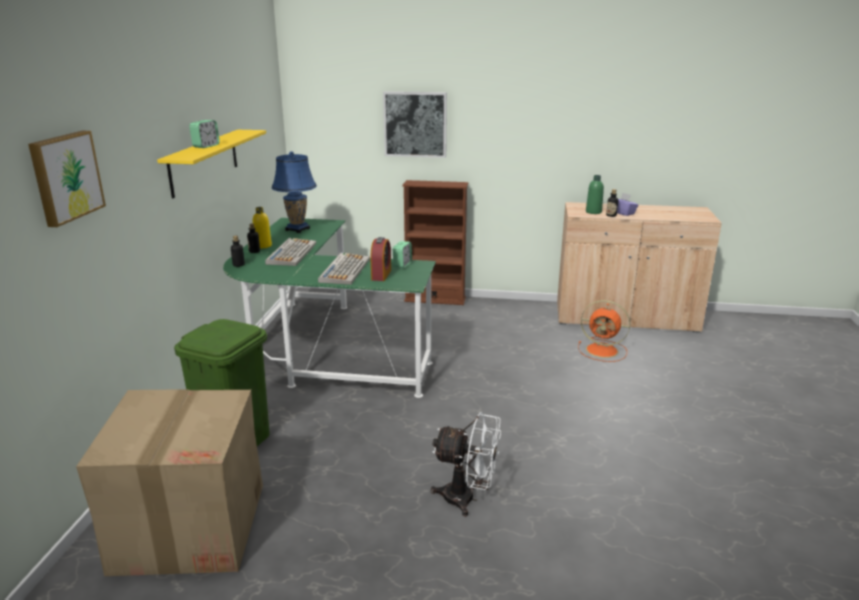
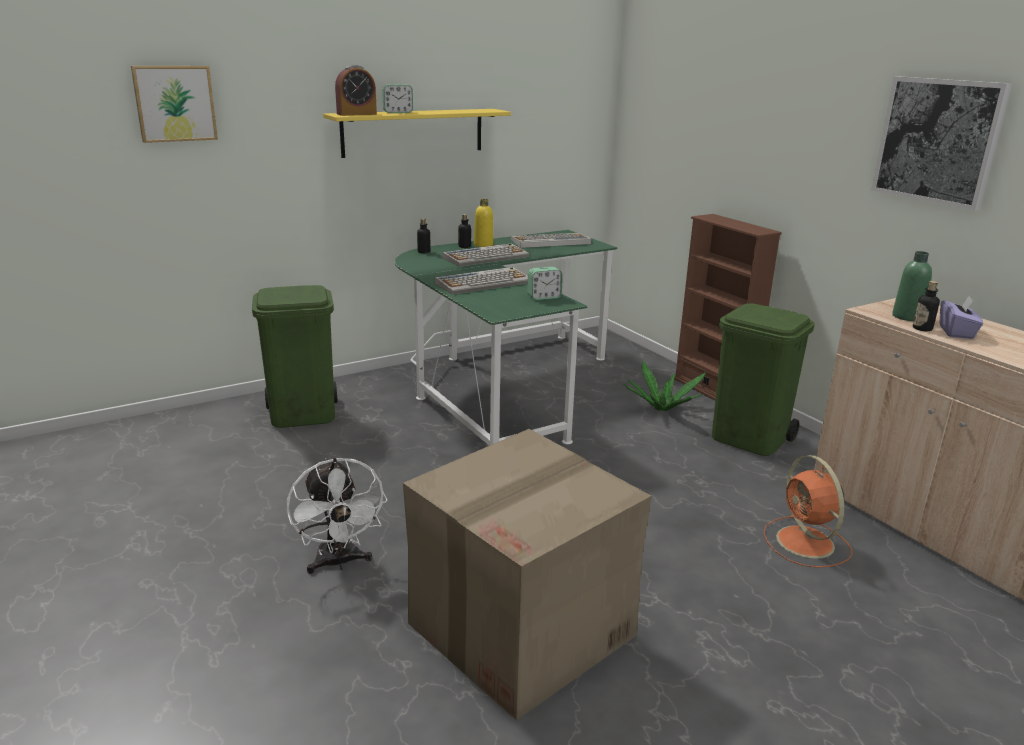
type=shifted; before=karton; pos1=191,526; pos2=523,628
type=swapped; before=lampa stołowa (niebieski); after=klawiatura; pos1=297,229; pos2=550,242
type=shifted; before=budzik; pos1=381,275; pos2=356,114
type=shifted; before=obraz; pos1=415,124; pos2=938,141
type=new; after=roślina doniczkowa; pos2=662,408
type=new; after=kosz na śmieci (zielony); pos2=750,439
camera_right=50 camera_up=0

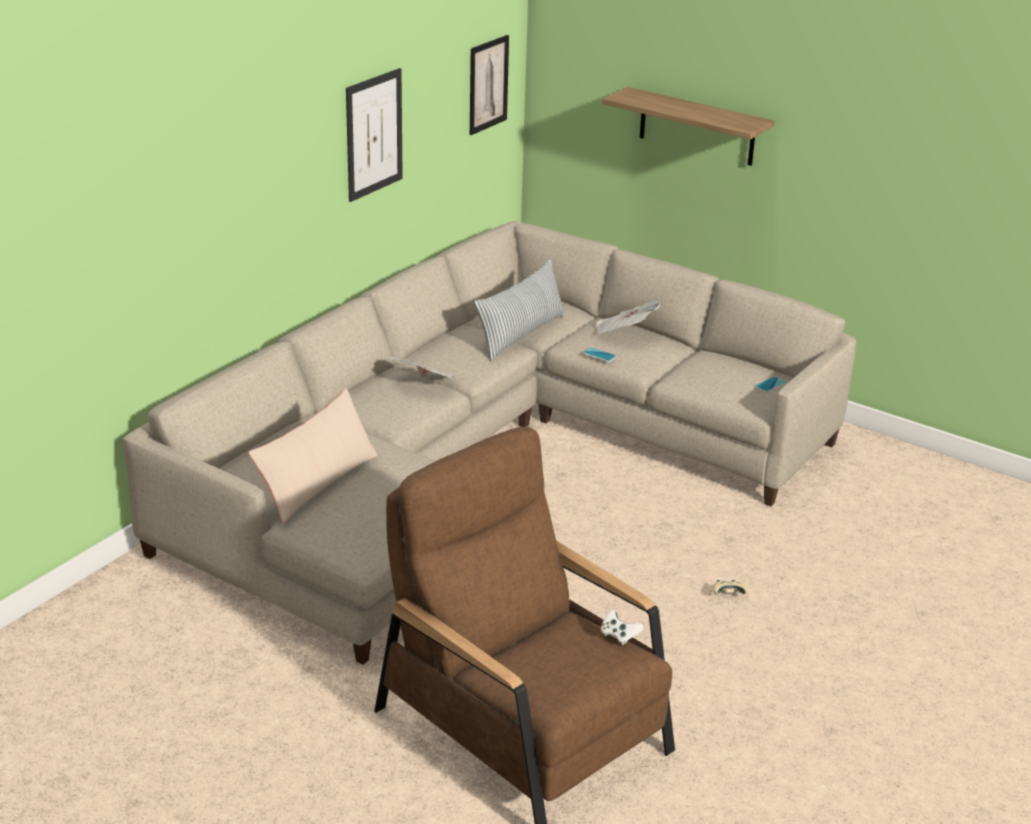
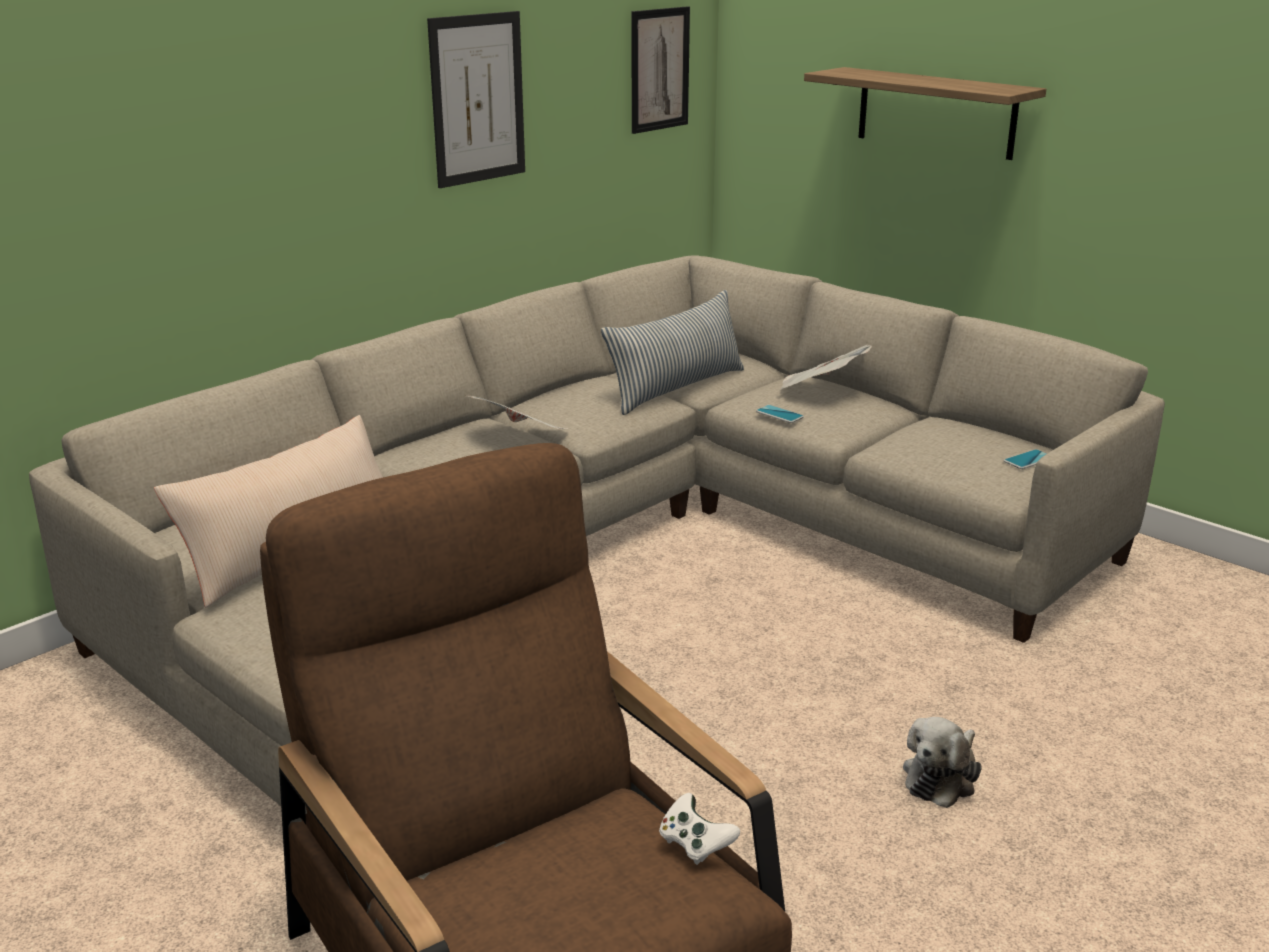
type=swapped; before=pad do gier (beżowy); after=pluszak; pos1=728,595; pos2=942,777
camera_right=10 camera_up=-5

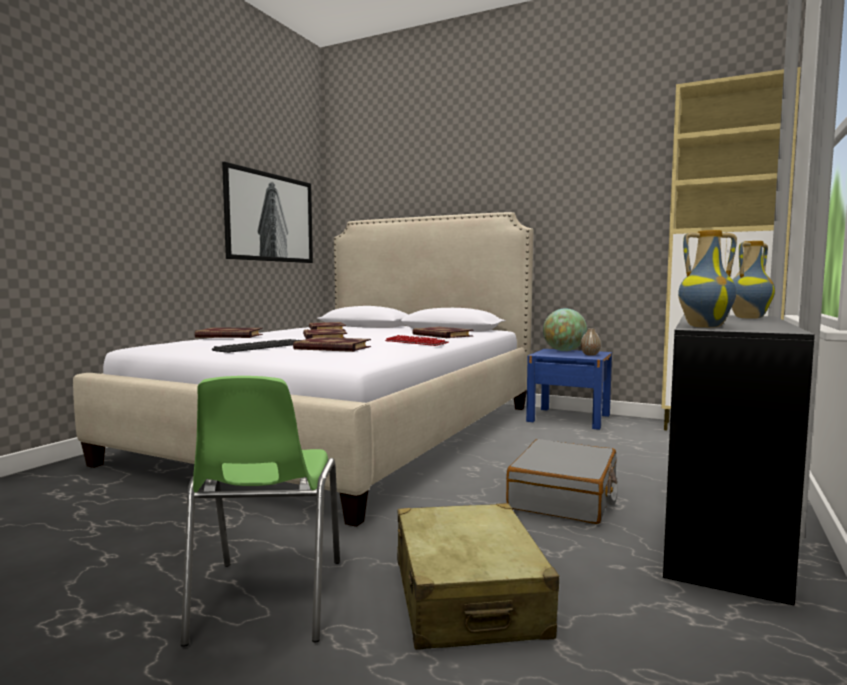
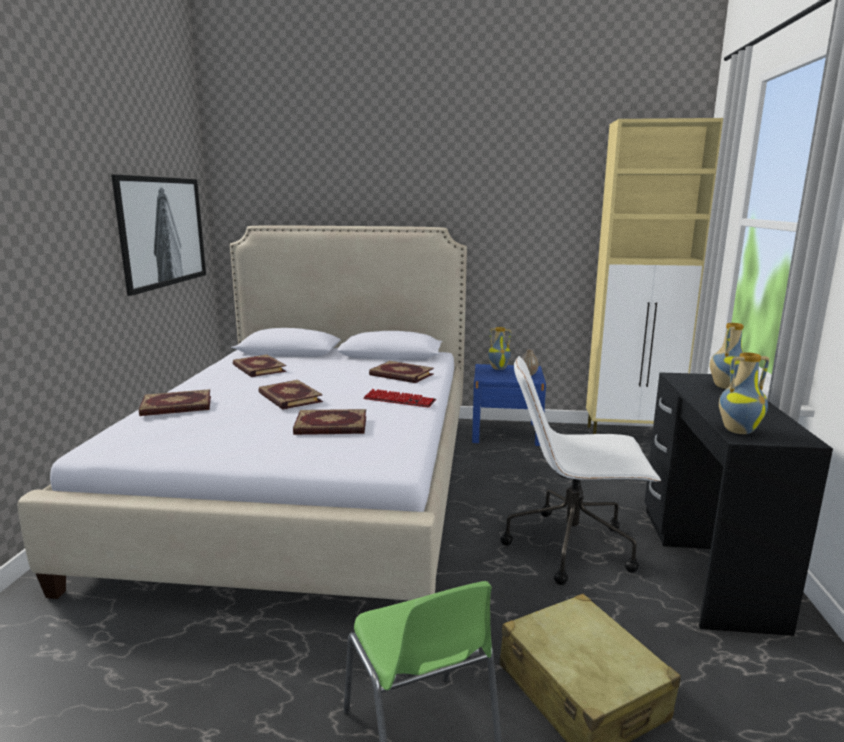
type=gone; before=klawiatura; pos1=260,347
type=swapped; before=walizka (szary); after=krzesło biurowe (biały); pos1=564,497; pos2=572,546
type=swapped; before=globus; after=wazon; pos1=564,351; pos2=498,368
camera_right=-20 camera_up=10

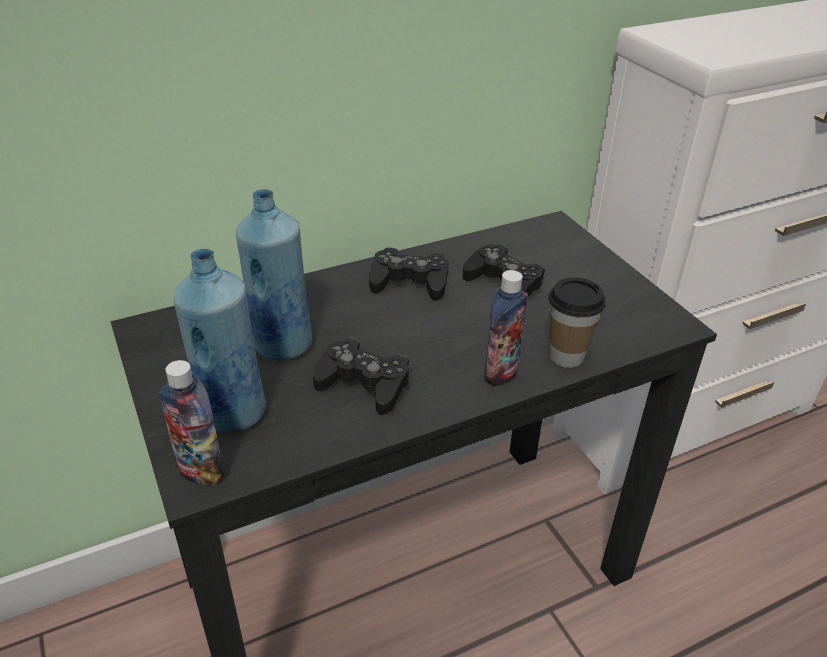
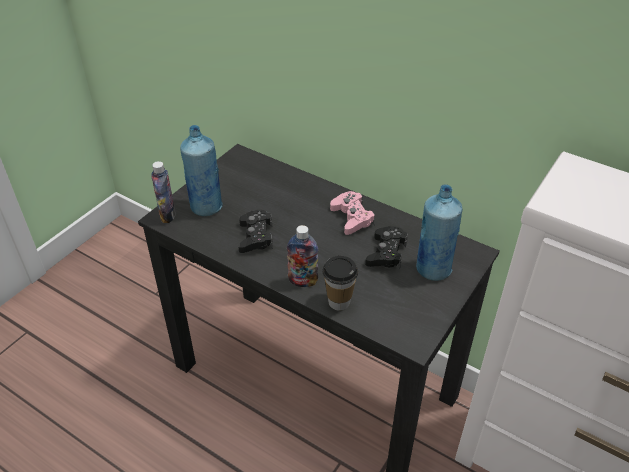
type=shifted; before=butelka (niebieski); pos1=282,345; pos2=433,269
type=repainted; before=pad do gier (czarny); after=pad do gier (różowy); pos1=409,282; pos2=352,217
camera_right=60 camera_up=5

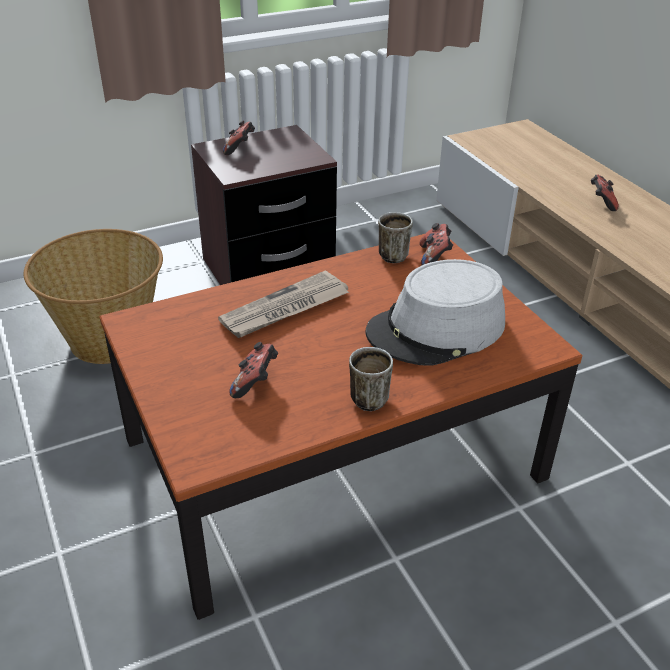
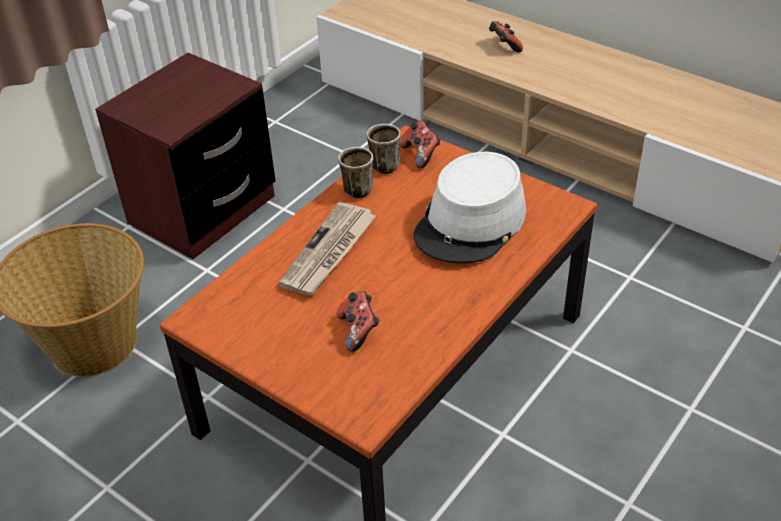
type=gone; before=pad do gier; pos1=240,149
type=shifted; before=kubek; pos1=370,396; pos2=356,187
camera_right=-25 camera_up=5

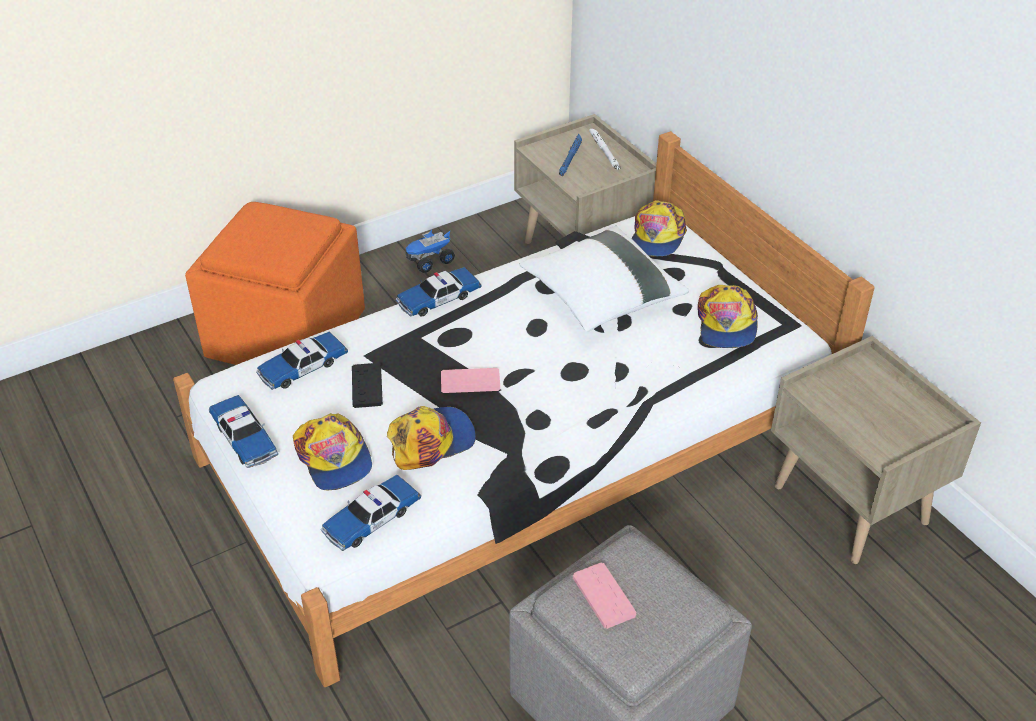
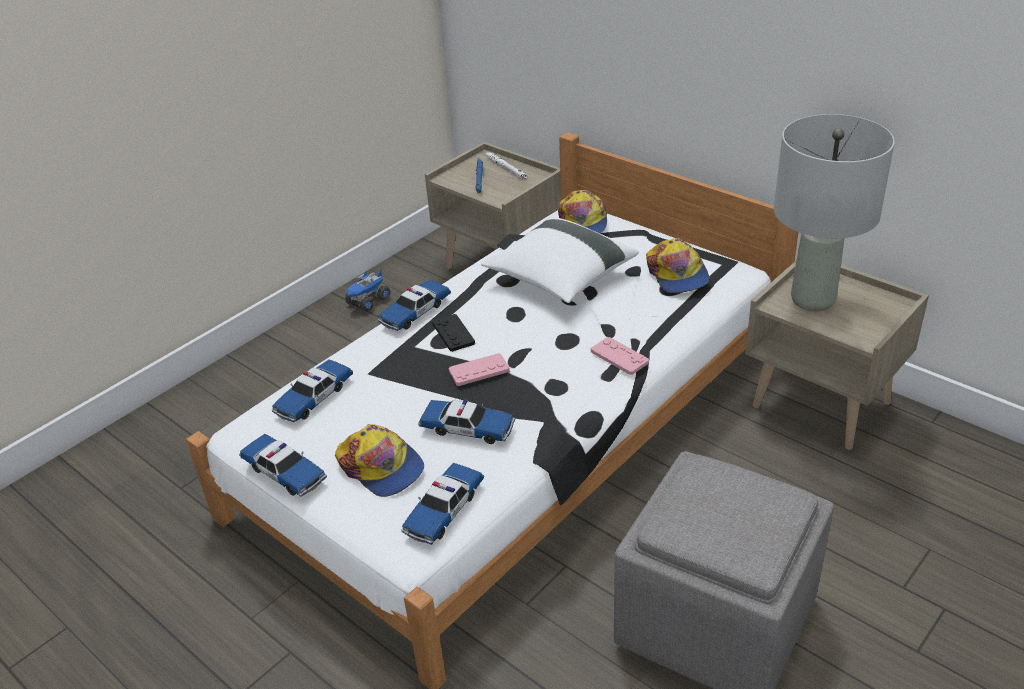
type=gone; before=pufa (pomarańczowy); pos1=288,335
type=shifted; before=pad do gier (czarny); pos1=367,386; pos2=453,333
type=swapped; before=czapka z daszkiem; after=samochodzik; pos1=431,441; pos2=467,428
type=shifted; before=pad do gier (różowy); pos1=603,596; pos2=619,357
type=new; after=lampa stołowa (szary); pos2=812,299
camera_right=-15 camera_up=-5

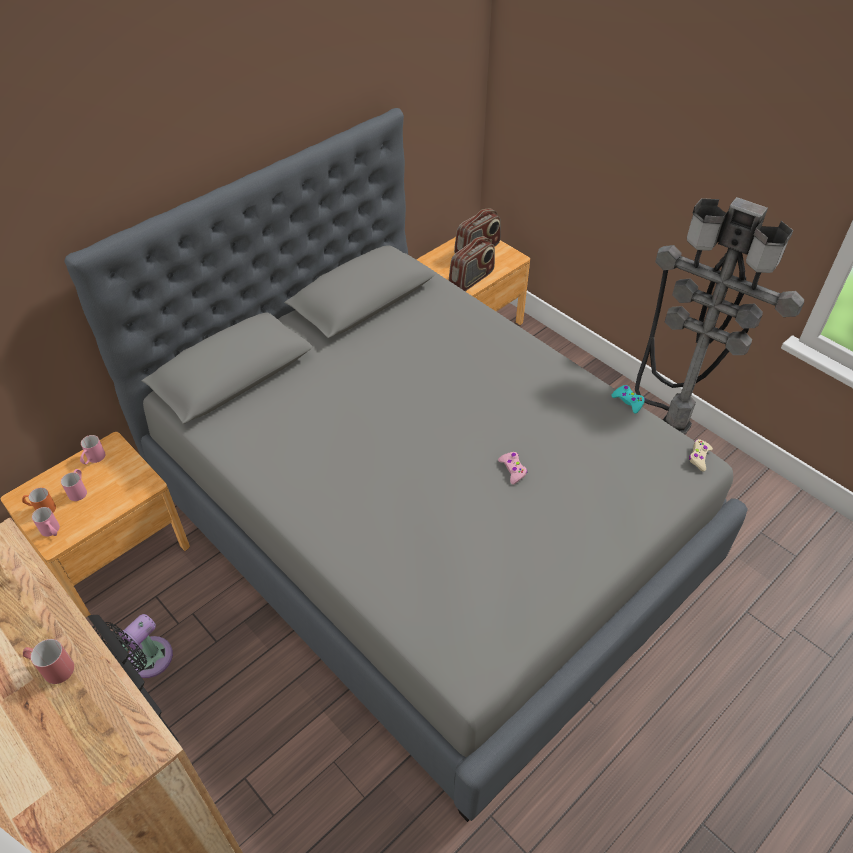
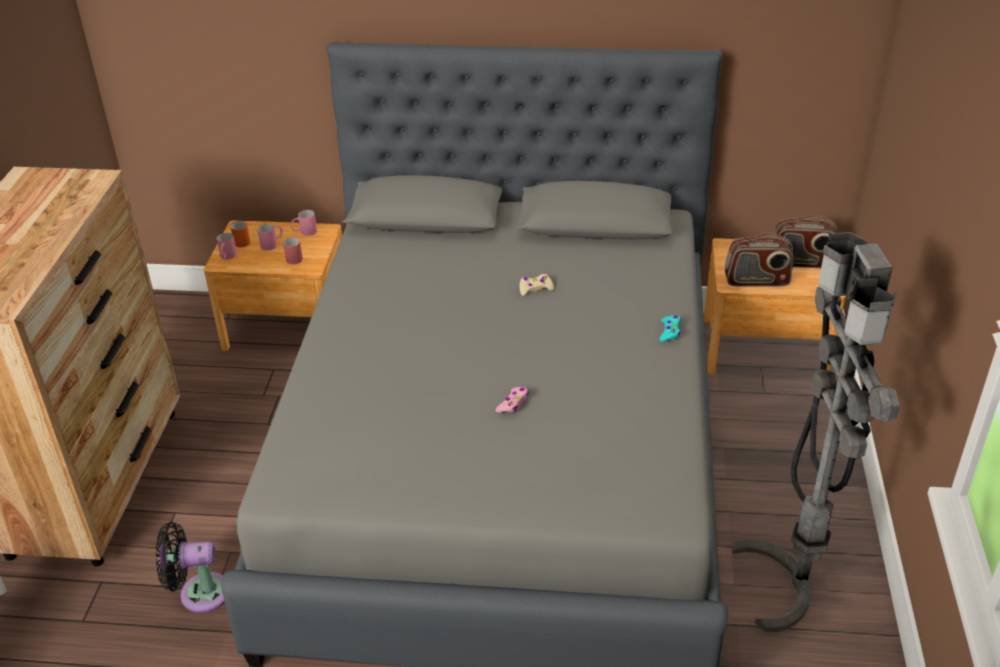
type=shifted; before=kubek (czerwony); pos1=52,668; pos2=293,257
type=shifted; before=wentylator (czarny); pos1=146,661; pos2=199,593
type=shifted; before=pad do gier (turkusowy); pos1=628,401; pos2=670,332
type=shifted; before=pad do gier (beżowy); pos1=699,457; pos2=535,288
camera_right=50 camera_up=-10

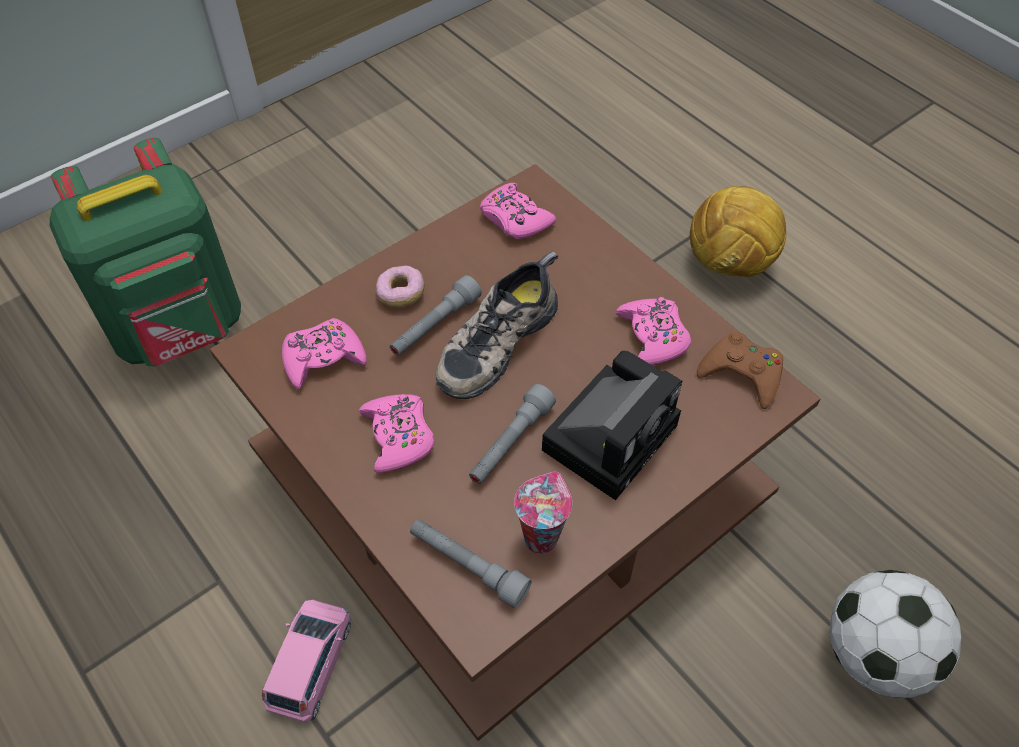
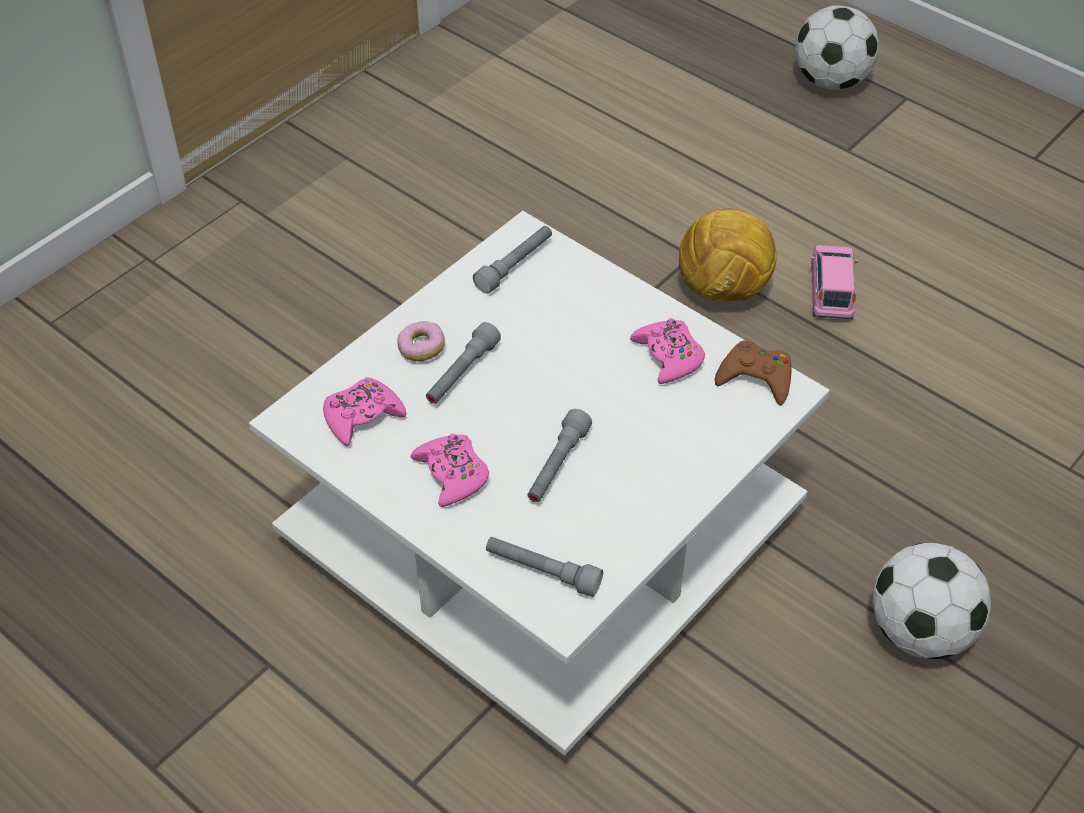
type=gone; before=plecak (zielony); pos1=181,330
type=repainted; before=ława (brązowy); after=ława (biały); pos1=515,484; pos2=548,531
type=shifted; before=samochodzik (różowy); pos1=311,664; pos2=831,291
type=gone; before=but; pos1=495,340
type=swapped; before=pad do gier (różowy); after=latarka (szary); pos1=515,219; pos2=515,265
type=gone; before=filiżanka; pos1=540,536
type=gone; before=aparat fotograficzny; pos1=612,433
type=new; after=piłka futbolowa; pos2=831,81
camera_right=-10 camera_up=-5

